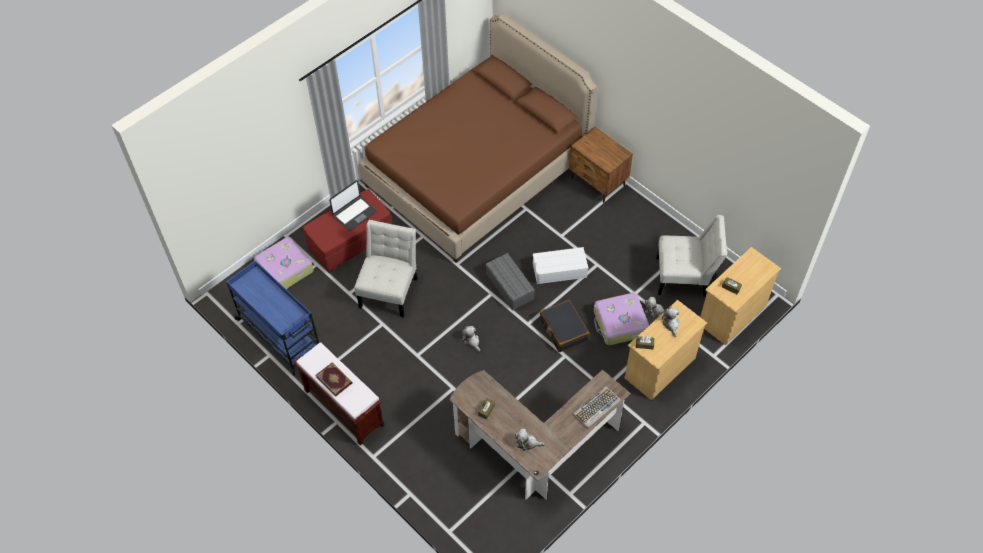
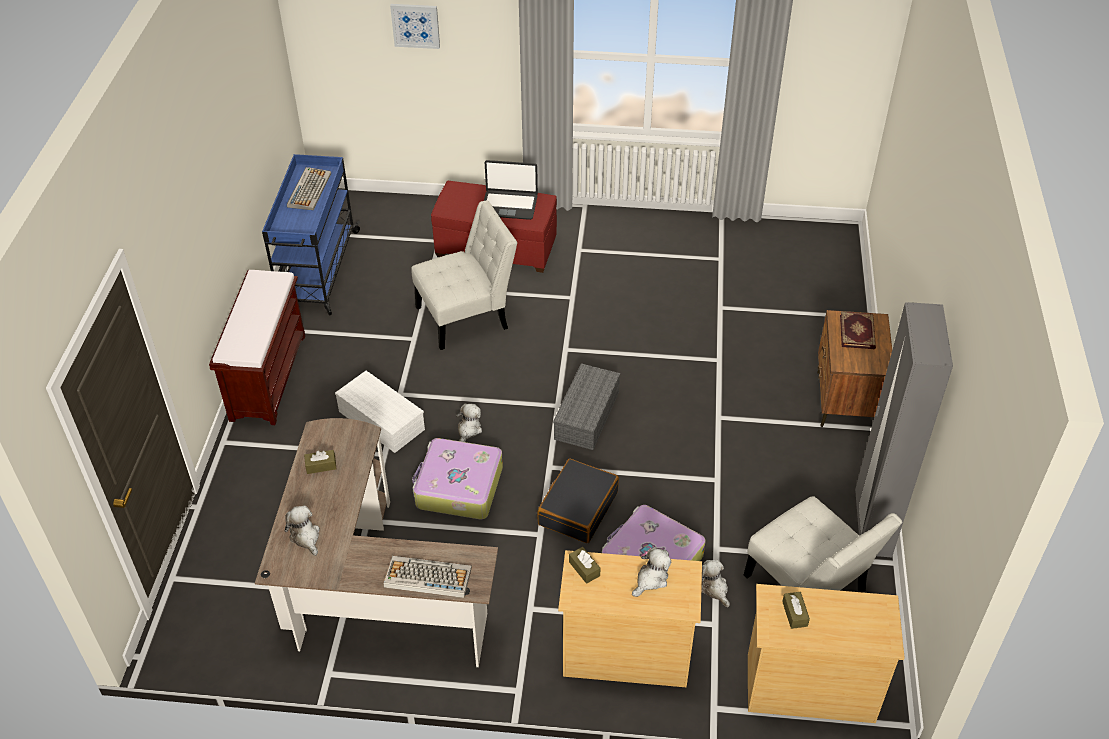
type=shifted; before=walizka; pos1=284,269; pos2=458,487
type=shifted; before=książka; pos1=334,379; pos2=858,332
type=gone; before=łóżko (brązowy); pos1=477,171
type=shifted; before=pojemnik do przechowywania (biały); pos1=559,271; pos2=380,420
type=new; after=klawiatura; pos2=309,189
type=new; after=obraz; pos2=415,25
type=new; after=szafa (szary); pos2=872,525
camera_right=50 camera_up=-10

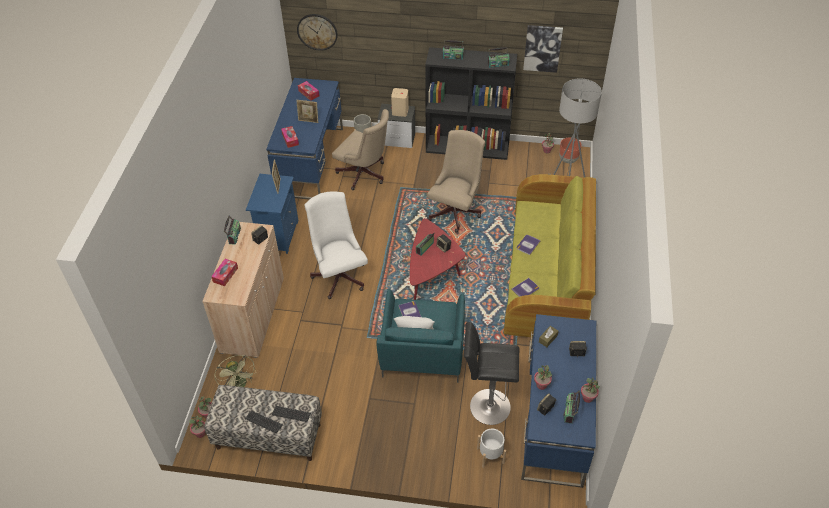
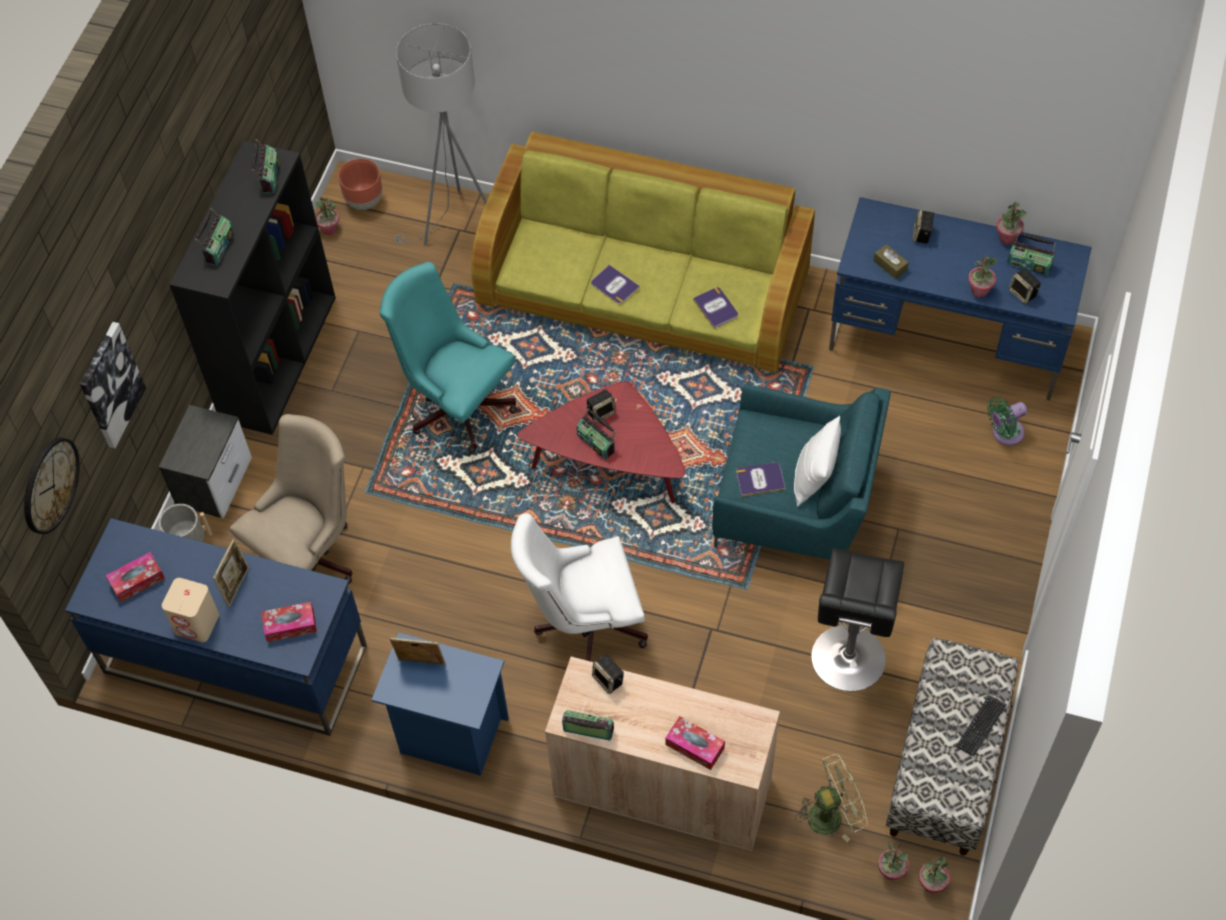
type=gone; before=klawiatura; pos1=291,414
type=shifted; before=głośnik (beżowy); pos1=400,111; pos2=197,623
type=repainted; before=krzesło biurowe (beżowy); after=krzesło biurowe (turkusowy); pos1=456,210; pos2=456,404
type=shifted; before=stołek (czarny); pos1=486,406; pos2=847,663
type=swapped; before=donica (biały); after=wentylator (zielony); pos1=490,455; pos2=1004,433
type=shifted; before=obraz; pos1=542,48; pos2=110,385
camera_right=-80 camera_up=10

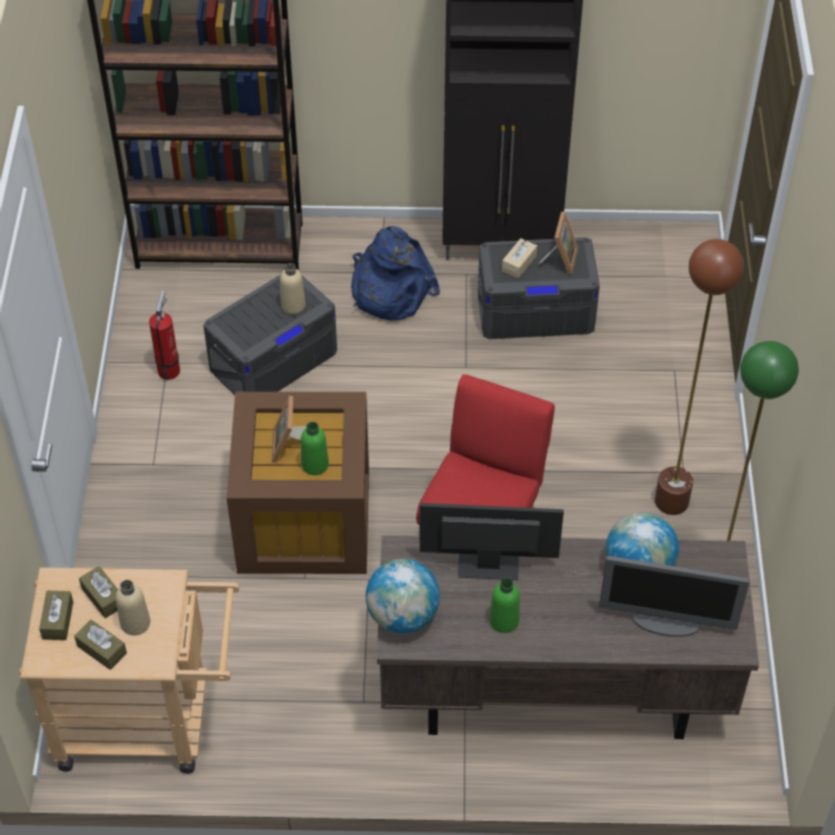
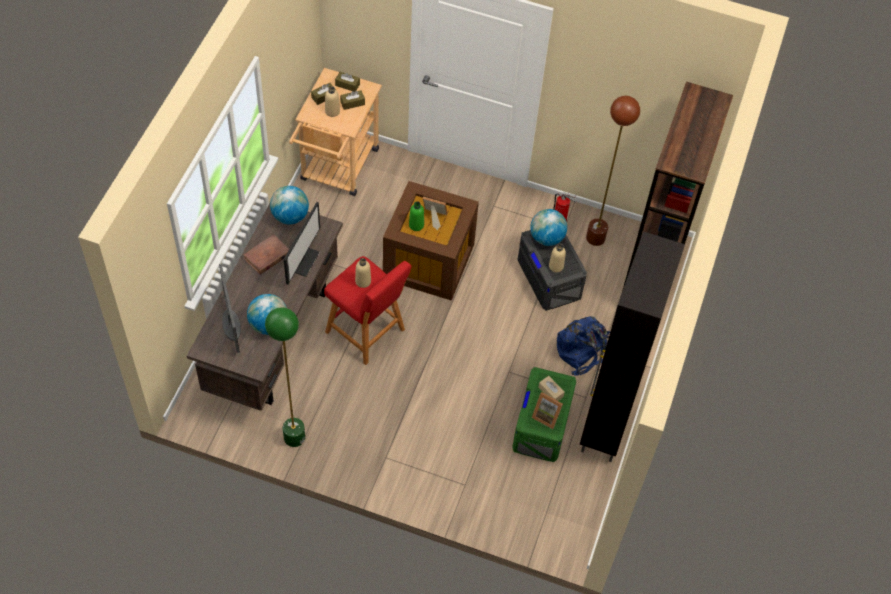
type=repainted; before=pojemnik do przechowywania (szary); after=pojemnik do przechowywania (zielony); pos1=535,310; pos2=542,425
type=swapped; before=butelka (zielony); after=książka (brązowy); pos1=504,620; pos2=267,256
type=rotated; before=monitor; pos1=666,622; pos2=231,324; turn=135
type=shifted; before=lampa stojąca (brązowy); pos1=672,501; pos2=595,238
type=new; after=butelka (beżowy); pos2=363,281
type=new; after=globus; pos2=546,238
camera_right=105 camera_up=5

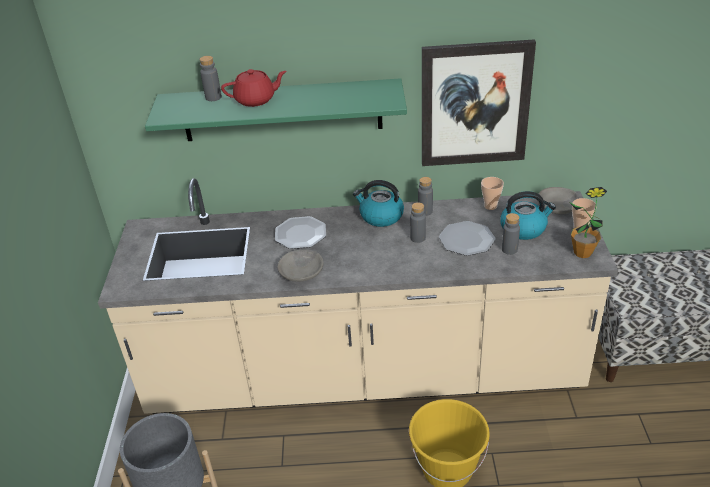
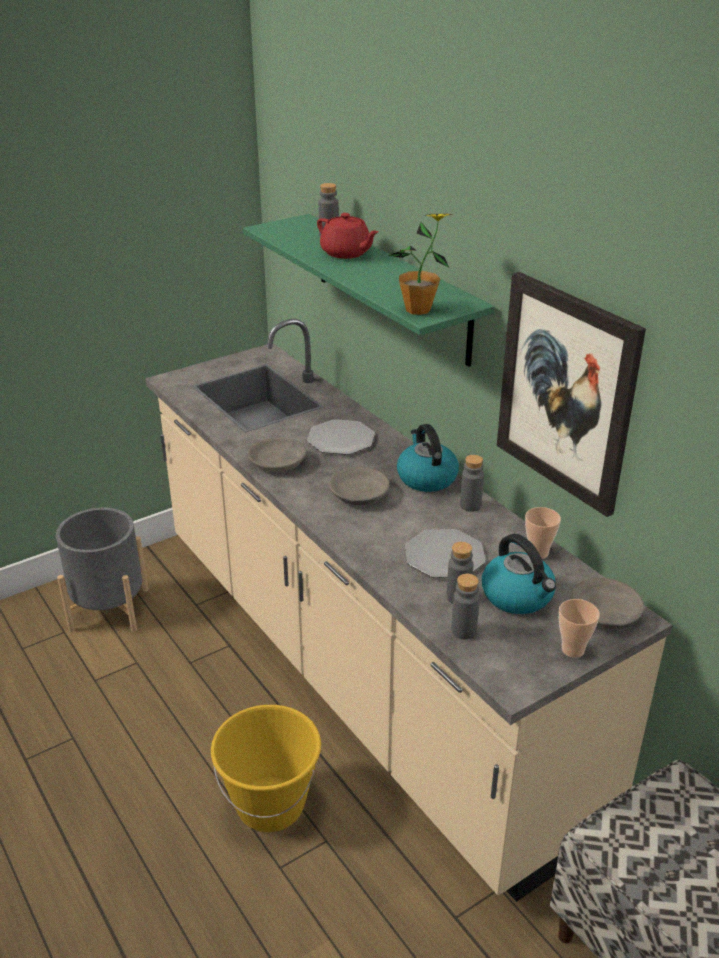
type=shifted; before=butelka (szary); pos1=418,238; pos2=463,631
type=shifted; before=roślina doniczkowa; pos1=582,252; pos2=418,310
type=new; after=miska (szary); pos2=358,495
camera_right=55 camera_up=-5

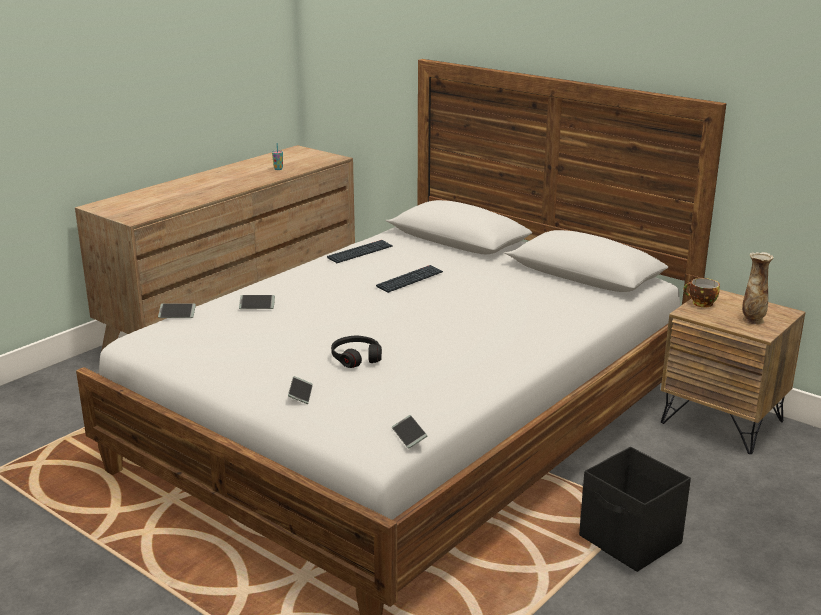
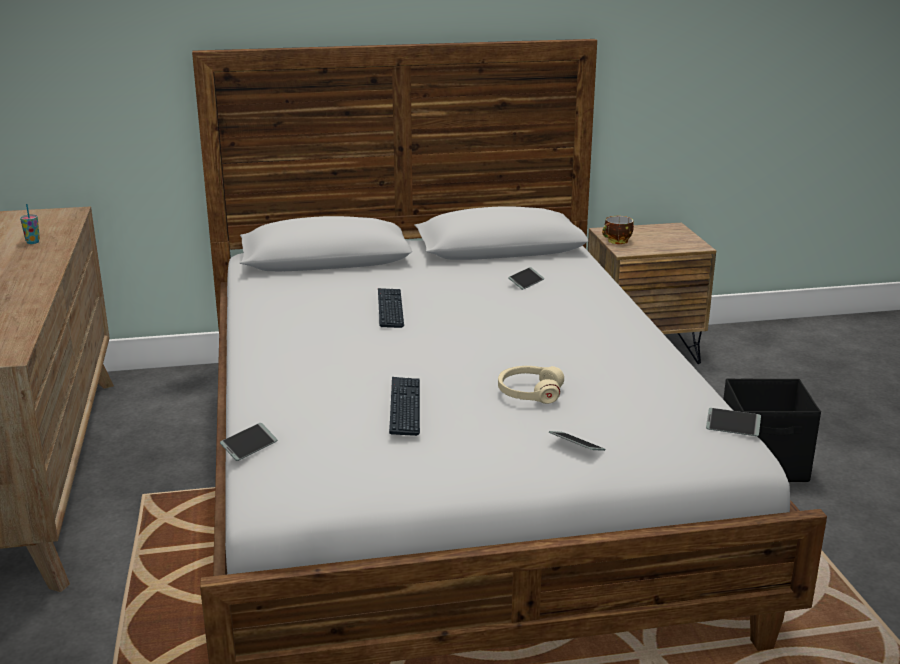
type=shifted; before=telefon; pos1=257,305; pos2=526,282
type=shifted; before=klawiatura; pos1=360,253; pos2=405,407
type=repainted; before=słuchawki (czarny); after=słuchawki (beżowy); pos1=356,358; pos2=529,393
type=gone; before=wazon; pos1=752,320
camera_right=-50 camera_up=0

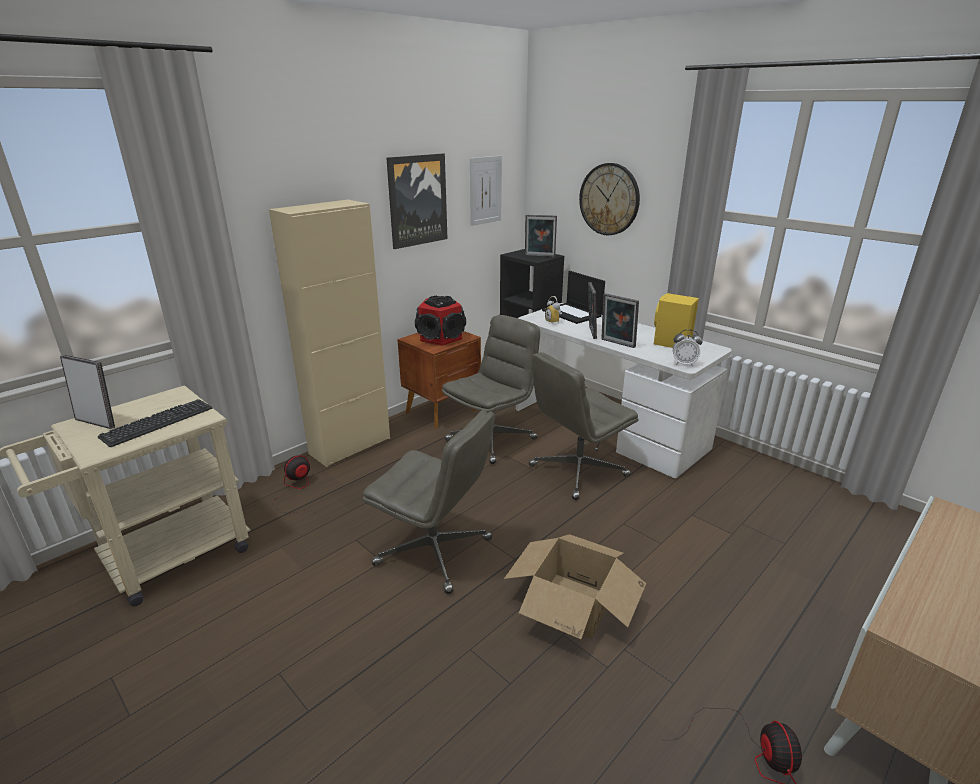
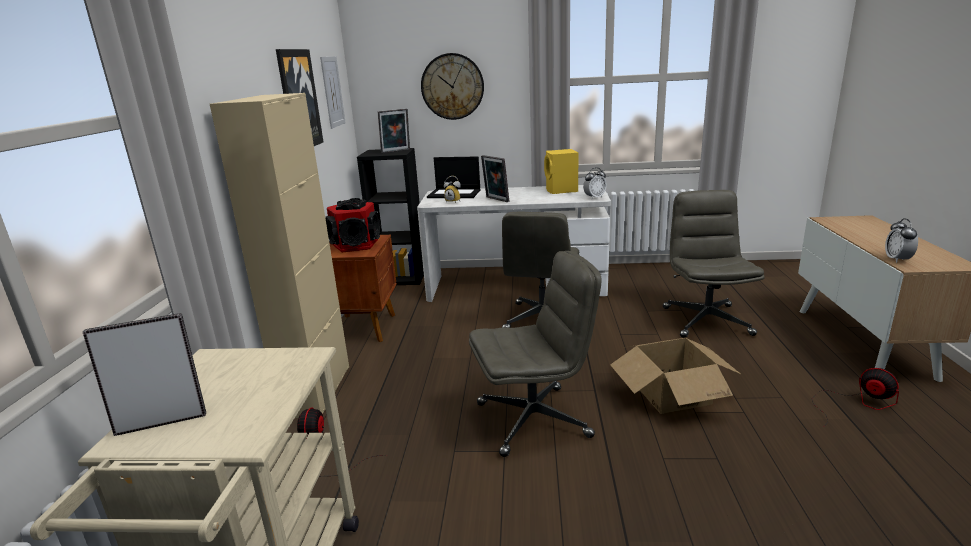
type=gone; before=klawiatura; pos1=158,423
type=shifted; before=krzesło biurowe (szary); pos1=491,439; pos2=706,320
type=gone; before=ramka na zdjęcie; pos1=617,344
type=new; after=budzik; pos2=897,259
camera_right=-40 camera_up=-5

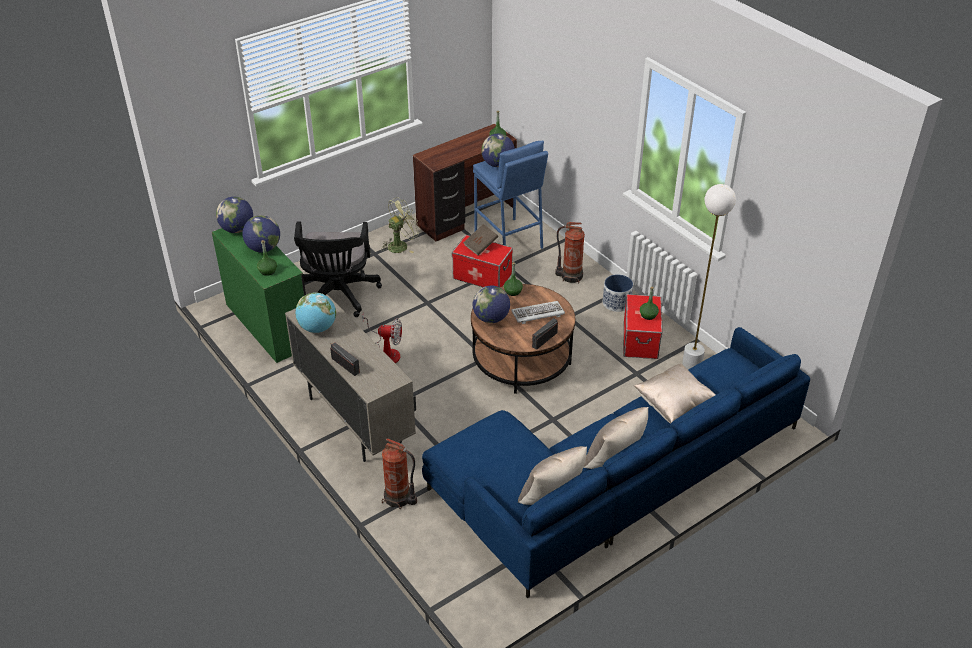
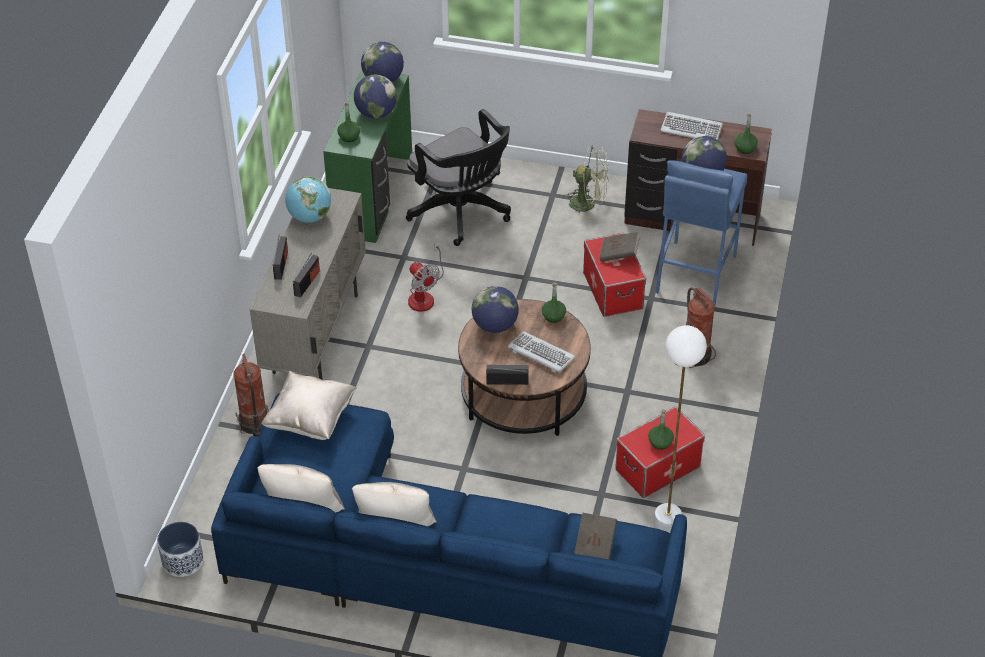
type=rotated; before=krzesło biurowe (czarny); pos1=338,296; pos2=462,213; turn=-90
type=shifted; before=donica; pos1=616,303; pos2=182,561
type=shifted; before=poduszka (beżowy); pos1=674,405; pos2=310,419
type=new; after=radio; pos2=307,283
type=new; after=książka (brązowy); pos2=595,545
type=new; after=klawiatura; pos2=691,129
camera_right=50 camera_up=5

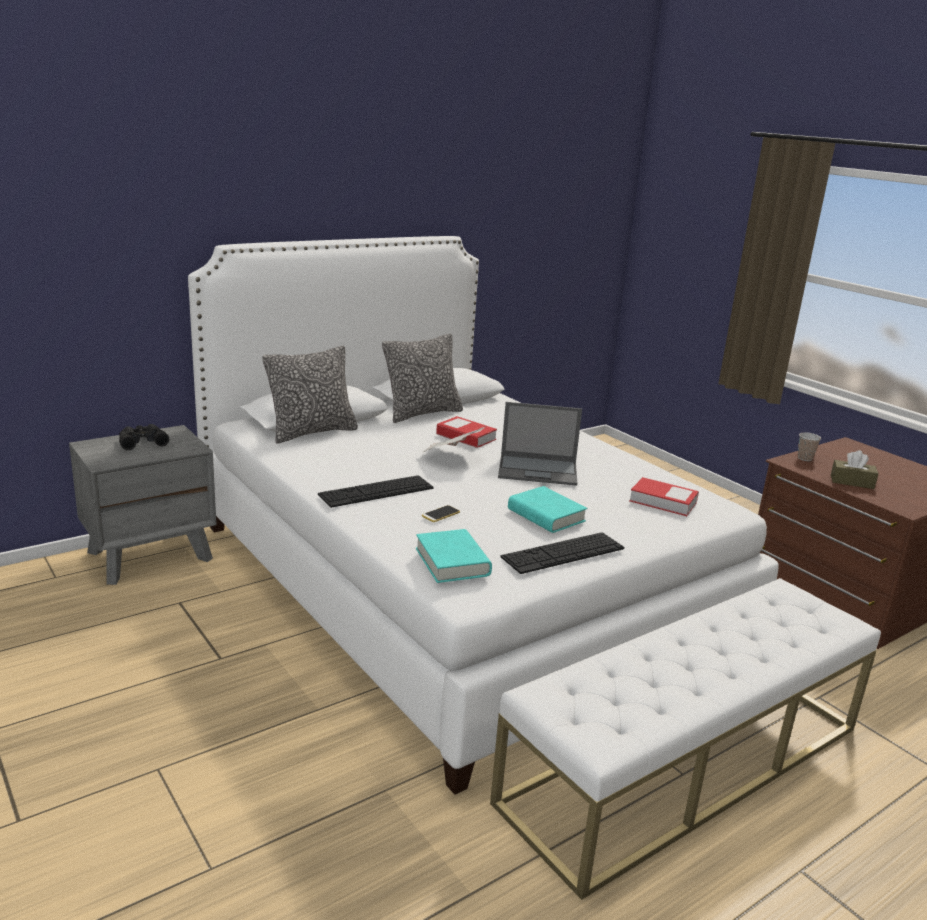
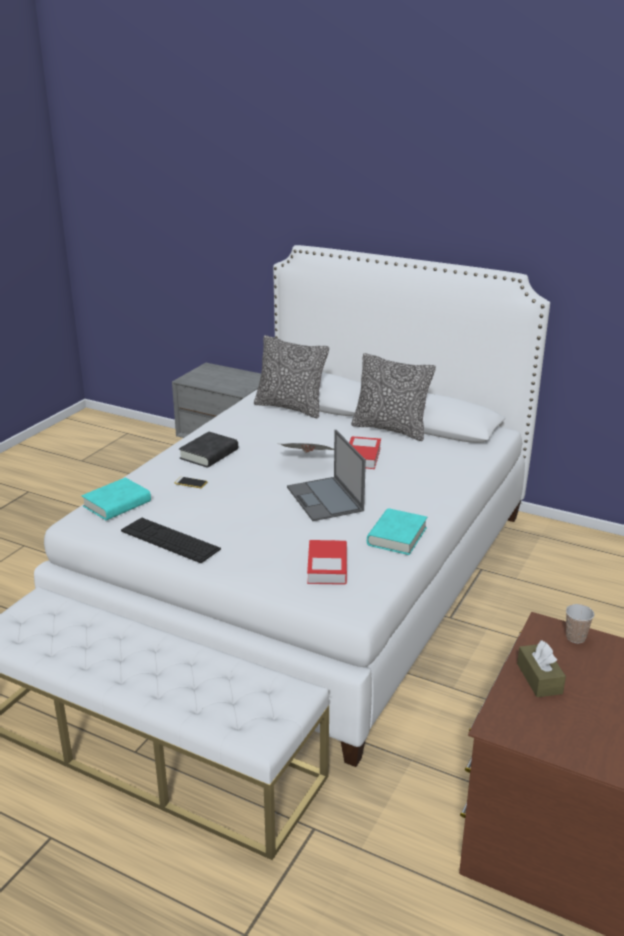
type=gone; before=lornetka (czarny); pos1=142,441
type=swapped; before=klawiatura; after=książka (czarny); pos1=376,491; pos2=209,454
type=shifted; before=książka (turkusowy); pos1=546,515; pos2=397,536
camera_right=65 camera_up=5

